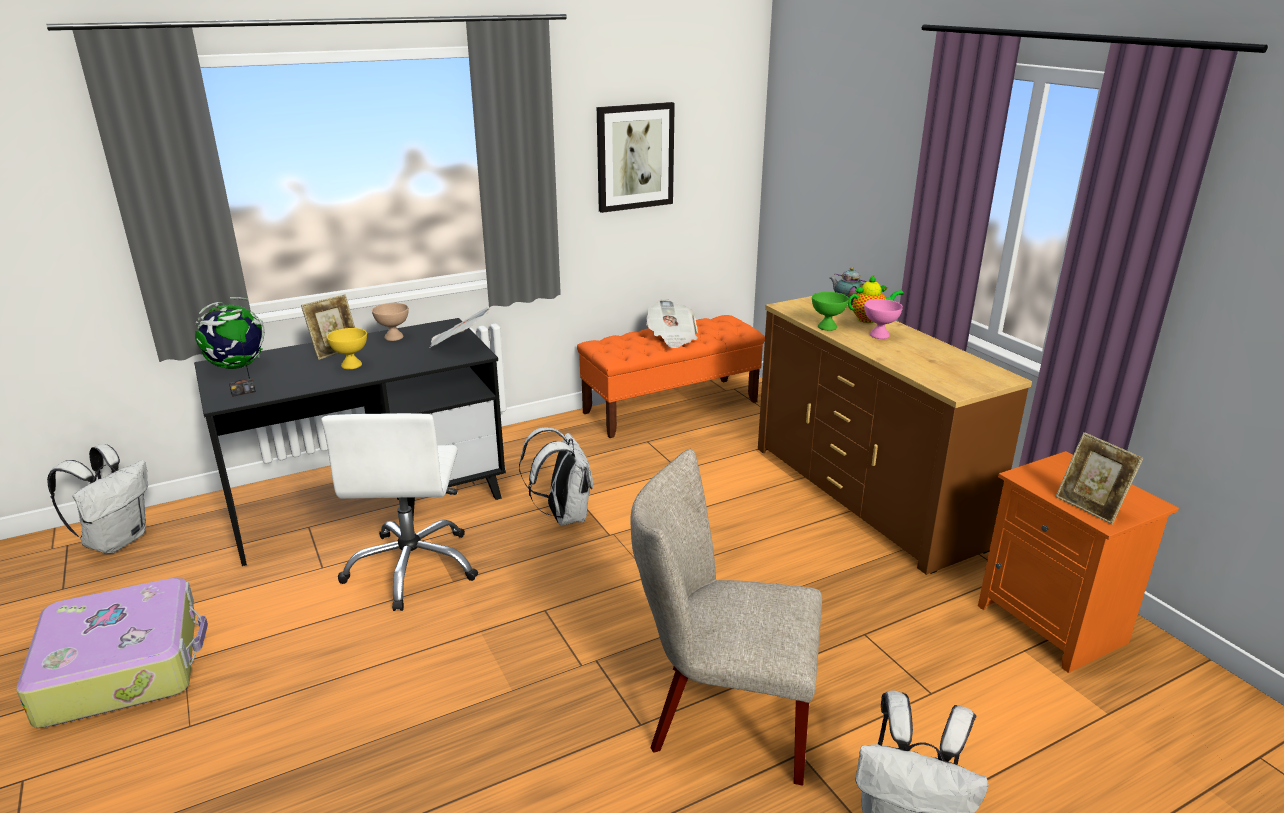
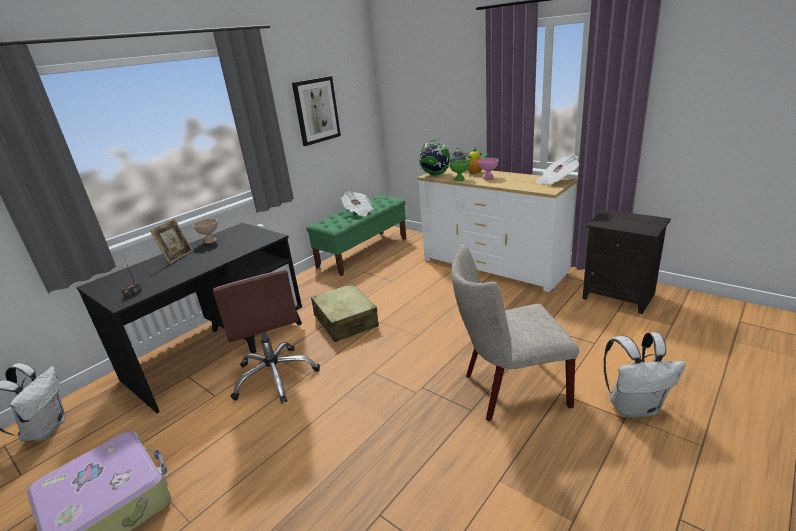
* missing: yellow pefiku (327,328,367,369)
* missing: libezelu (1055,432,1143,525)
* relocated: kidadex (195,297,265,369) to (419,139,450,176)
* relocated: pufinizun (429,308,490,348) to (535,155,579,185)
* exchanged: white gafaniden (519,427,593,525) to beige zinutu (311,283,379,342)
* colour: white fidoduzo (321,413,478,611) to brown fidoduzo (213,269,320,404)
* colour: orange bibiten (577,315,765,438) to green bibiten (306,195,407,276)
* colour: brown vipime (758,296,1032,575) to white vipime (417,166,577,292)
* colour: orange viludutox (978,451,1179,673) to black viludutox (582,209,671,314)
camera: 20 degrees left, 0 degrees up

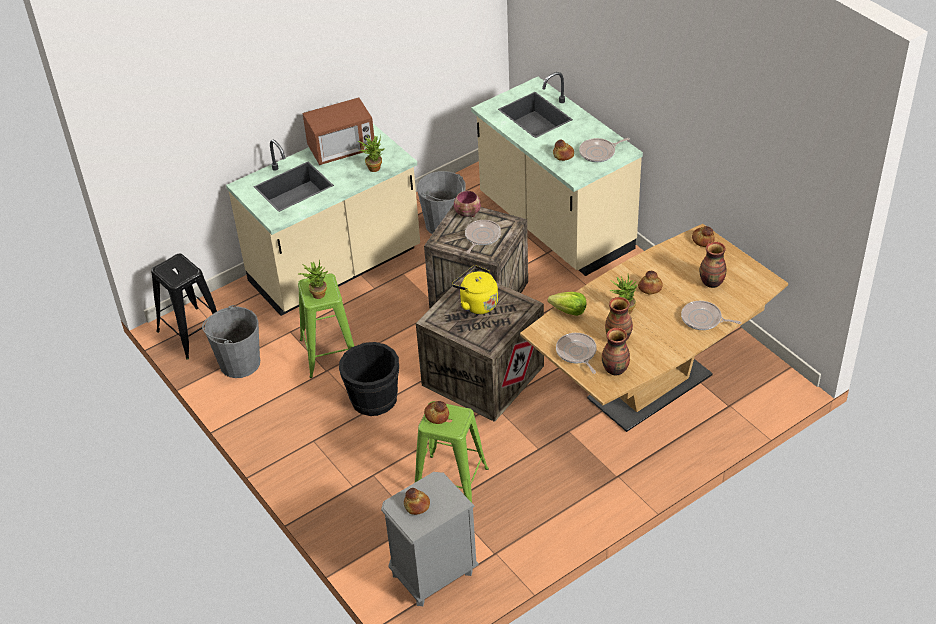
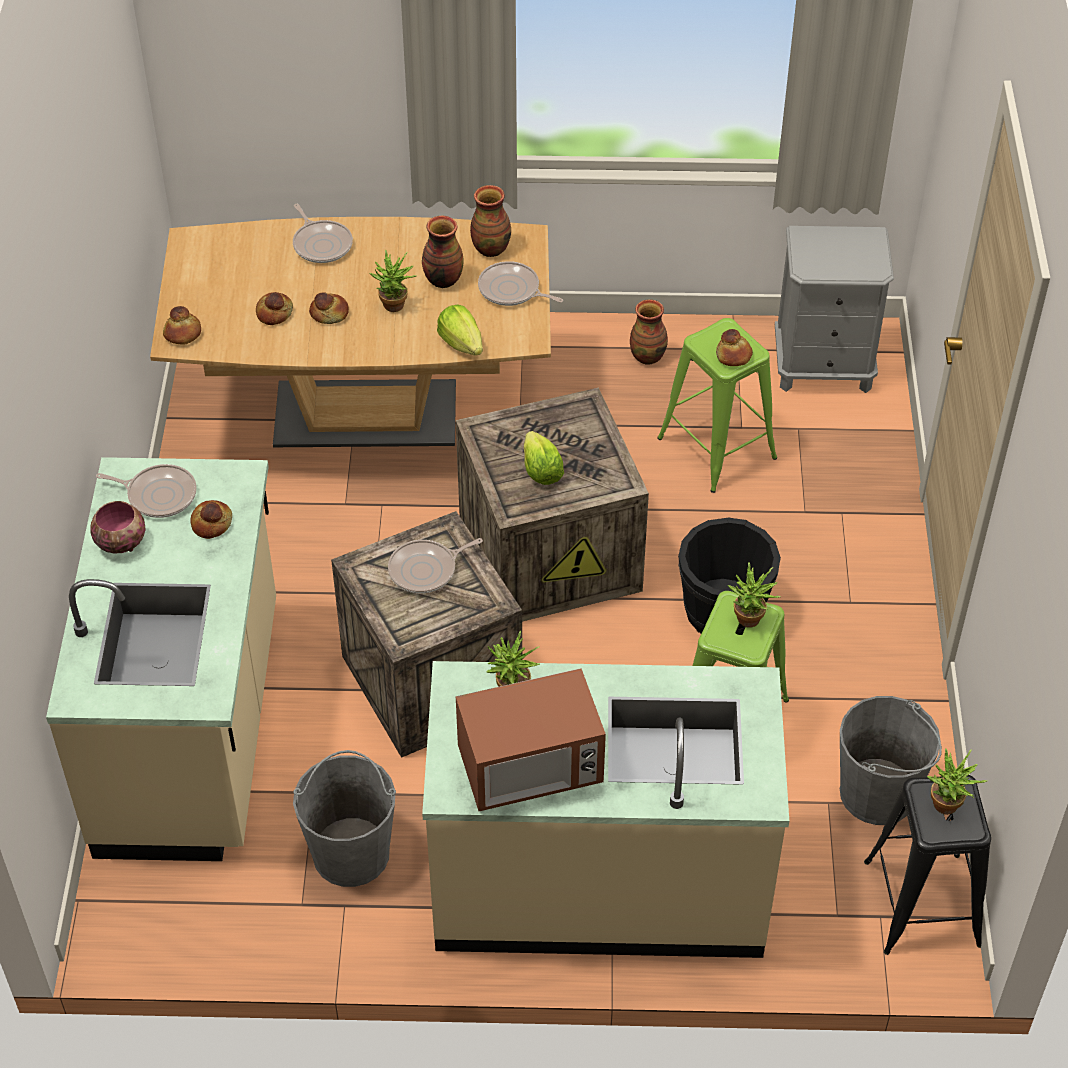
* appeared: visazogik (927,748,987,815)
* relocated: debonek (404,488,430,515) to (256,292,293,325)
* relocated: pefiku (454,191,481,217) to (90,501,146,553)
* relocated: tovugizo (700,242,726,288) to (630,299,668,365)
* exchanged: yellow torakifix (452,265,498,314) to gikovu (524,431,564,485)
* spun: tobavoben (303,97,374,165) = (456,668,606,811) 150 degrees clockwise
* spun: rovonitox (556,333,597,374) = (478,261,563,306) 105 degrees clockwise
camera: 145 degrees left, 5 degrees up

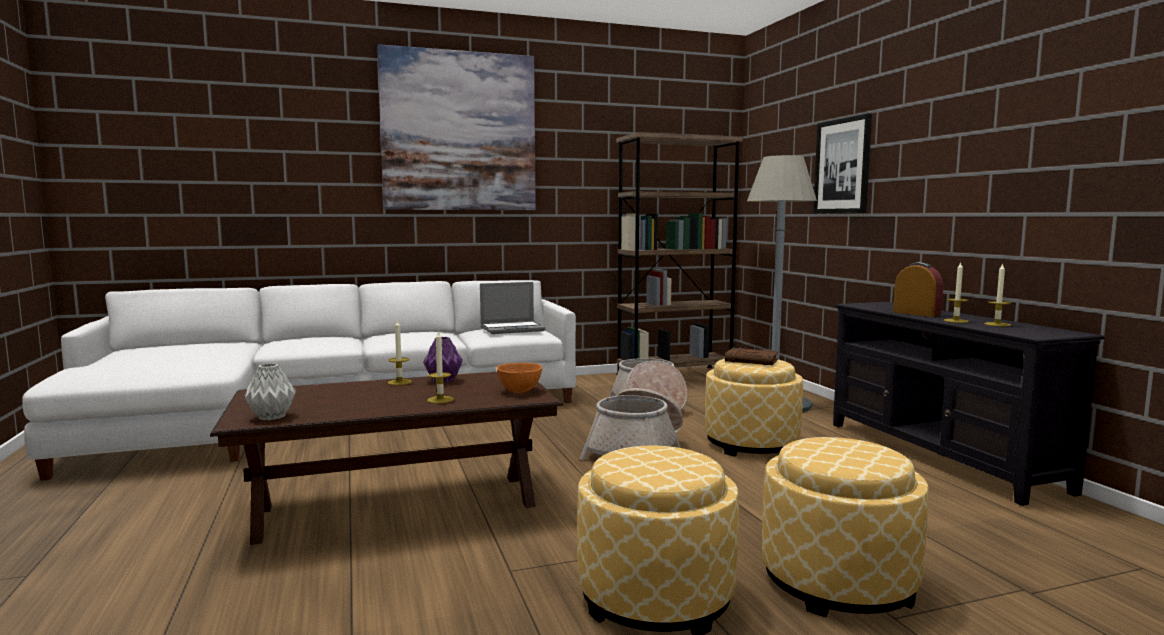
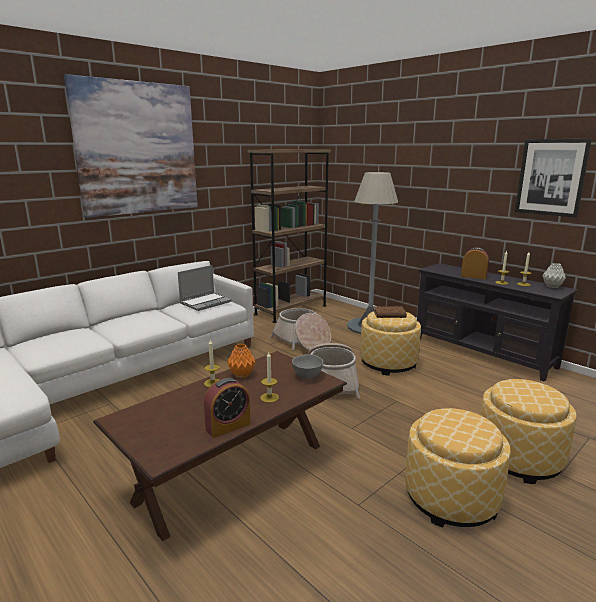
* appeared: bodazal (204,378,251,438)
* relocated: grey tovugizo (244,363,296,420) to (543,263,566,288)
* relocated: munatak (813,113,872,213) to (515,139,592,218)
* colour: purple tovugizo (423,337,463,383) to orange tovugizo (227,344,256,378)
* colour: orange pefiku (497,363,542,393) to grey pefiku (292,354,323,379)
camera: 25 degrees left, 10 degrees up

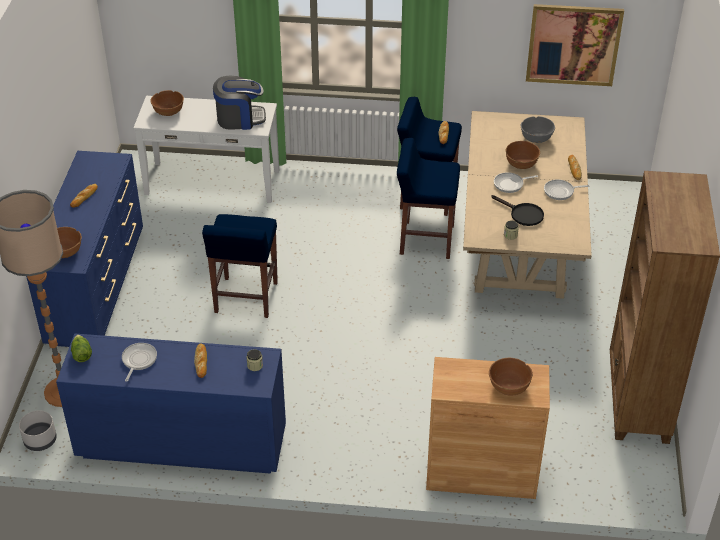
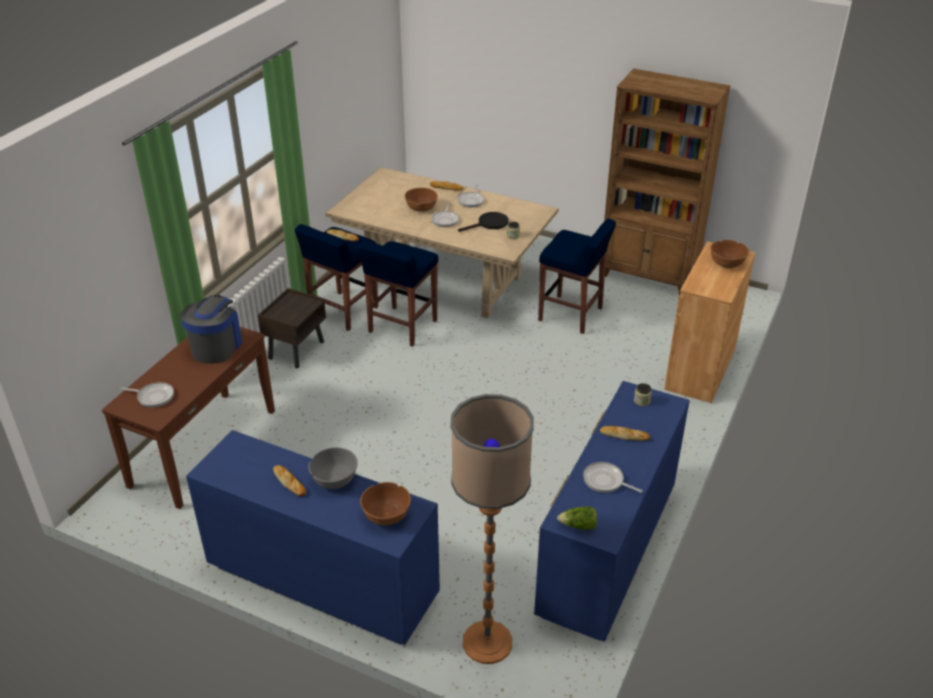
* missing: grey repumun (19,410,57,451)
* missing: munatak (526,4,624,86)
* appeared: brown viludutox (258,288,326,368)
* relocated: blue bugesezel (202,214,278,318) to (538,218,616,334)
* relocated: grey pefiku (521,116,555,143) to (308,447,358,489)
* exchanged: brown pefiku (150,90,184,116) to rovonitox (120,382,174,408)
* colour: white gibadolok (133,96,279,203) to brown gibadolok (102,327,275,509)
camera: 70 degrees left, 5 degrees down

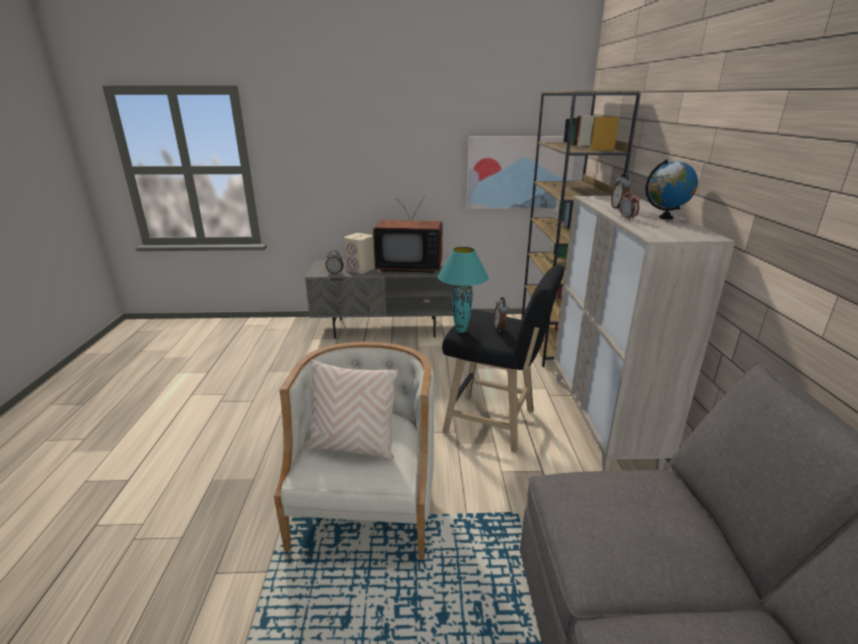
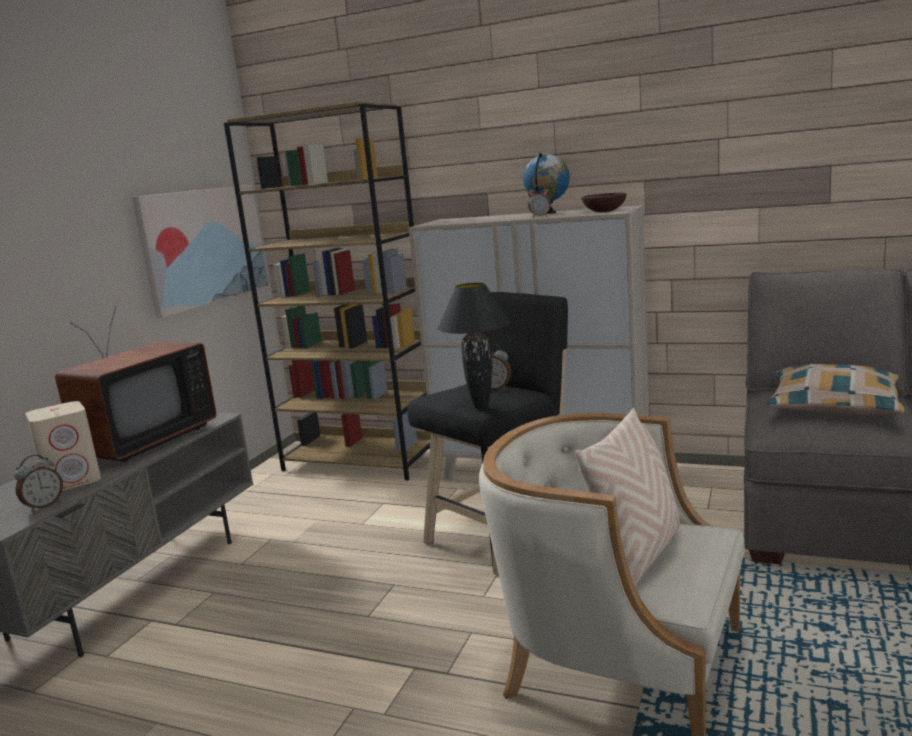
* missing: bodazal (611,173,632,210)
* appeared: brown pefiku (581,193,627,212)
* appeared: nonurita (766,364,905,415)
* colour: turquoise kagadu (438,247,489,333) to black kagadu (438,283,510,409)
camera: 65 degrees left, 10 degrees down

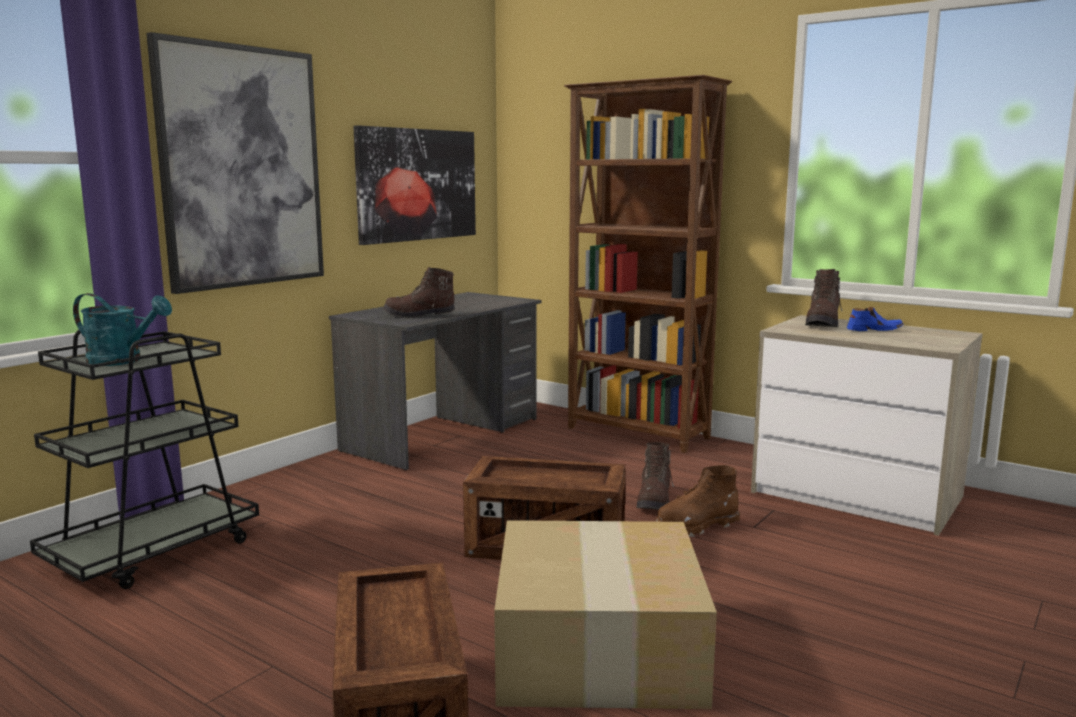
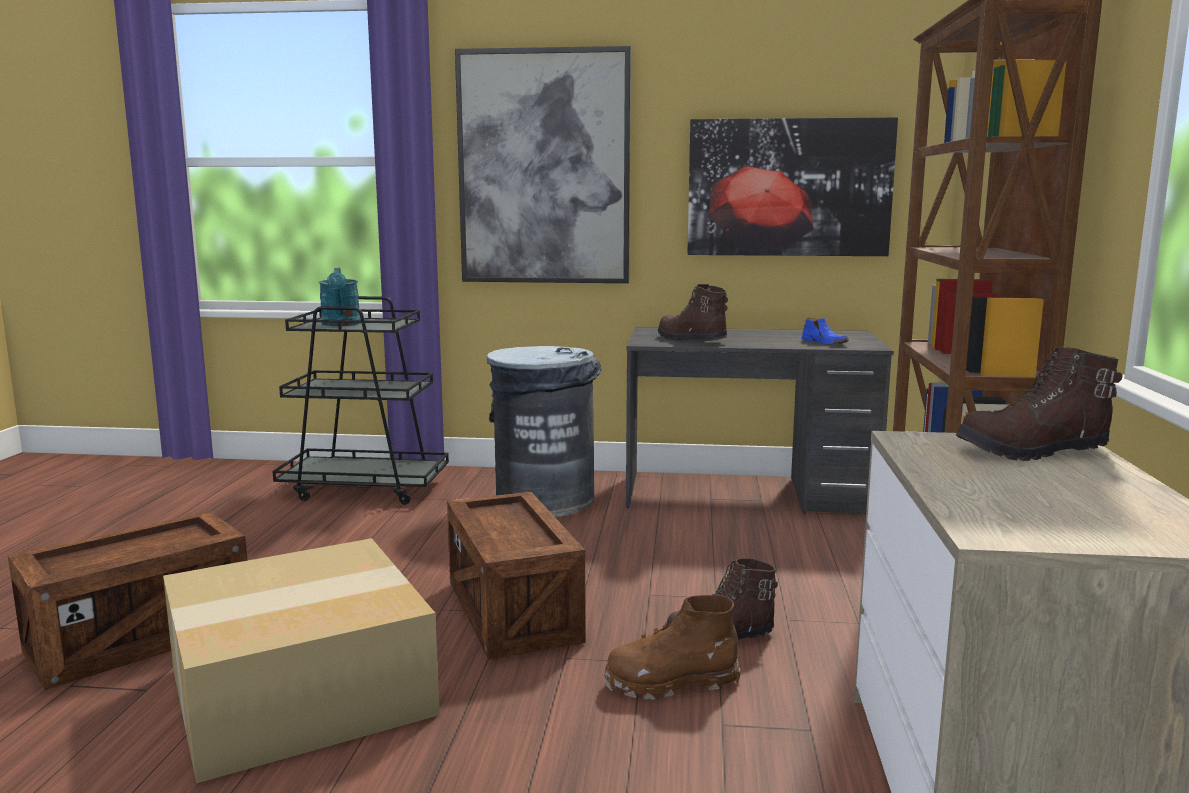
* appeared: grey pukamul (487,346,602,517)
* relocated: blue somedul (847,307,904,331) to (802,318,849,345)
* spun: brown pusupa (655,465,740,537) = (605,595,741,700) 45 degrees counterclockwise
camera: 60 degrees right, 0 degrees up

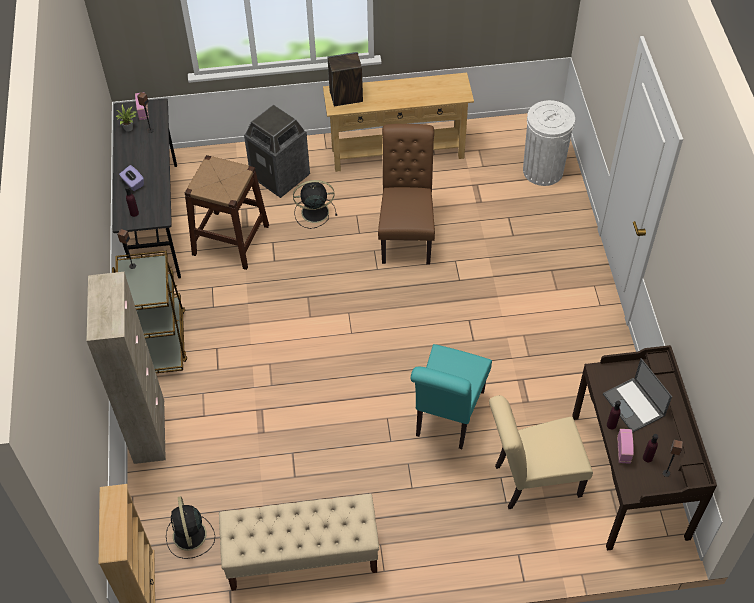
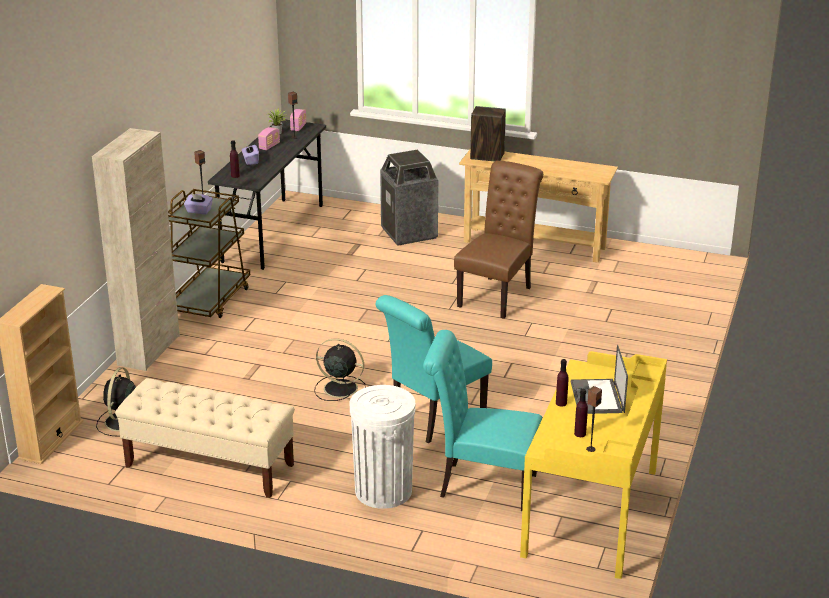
* missing: brown bugesezel (185,155,269,270)
* appeared: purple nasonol (184,194,213,214)
* relocated: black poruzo (293,180,337,229) to (314,338,366,401)
* relocated: white pukamul (523,100,575,186) to (349,385,415,509)
* relocated: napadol (617,429,634,464) to (258,127,280,150)
* colour: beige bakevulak (489,395,593,509) to turquoise bakevulak (423,330,542,511)
* colour: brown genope (572,345,717,551) to yellow genope (520,351,667,579)
camera: 25 degrees right, 25 degrees down

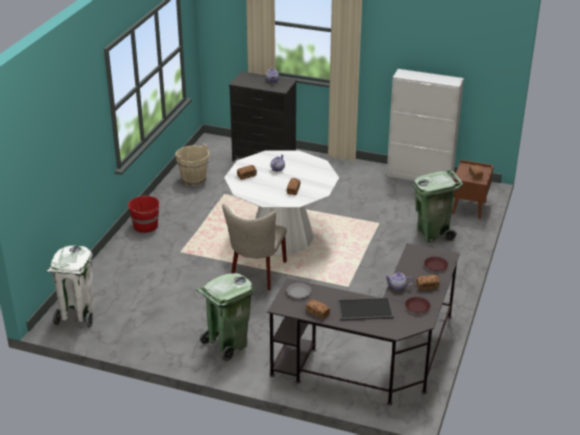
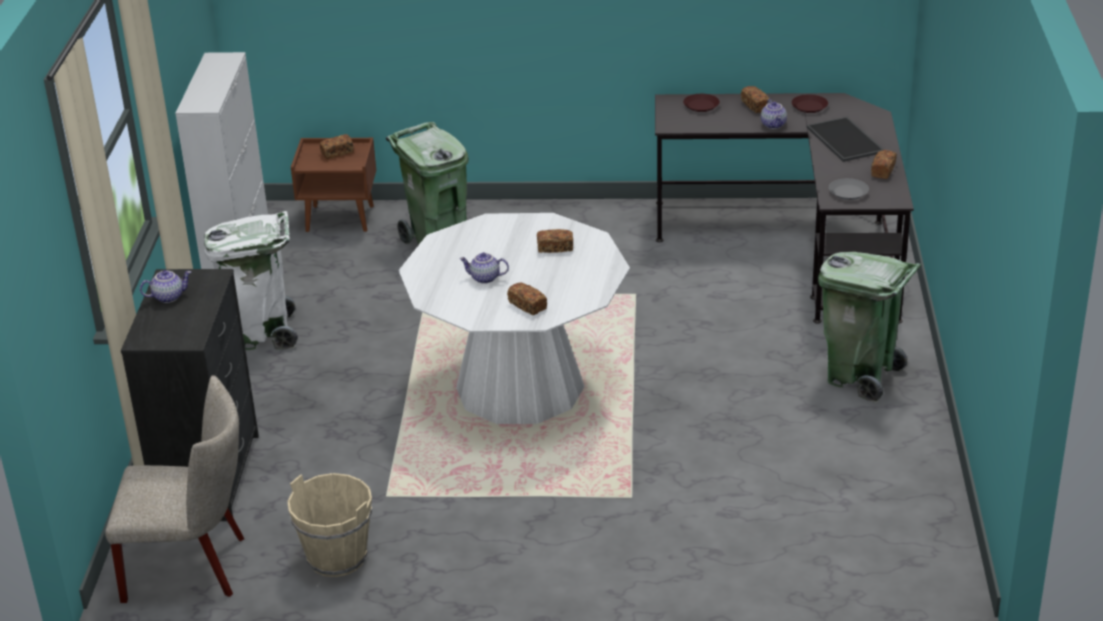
* missing: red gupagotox (128,196,161,233)
* relocated: white pukamul (46,245,95,328) to (204,211,298,350)
* relocated: beige bakevulak (222,204,287,290) to (105,375,244,603)
camera: 105 degrees left, 0 degrees up

